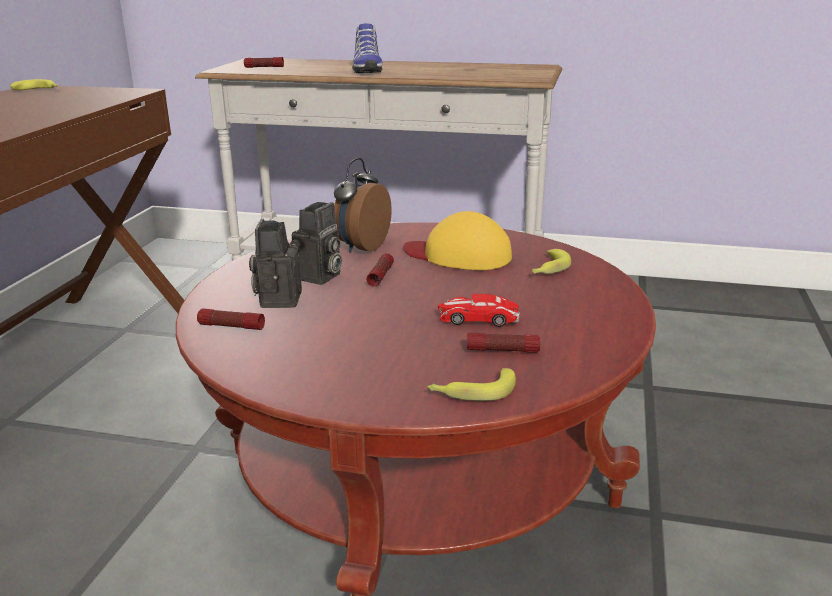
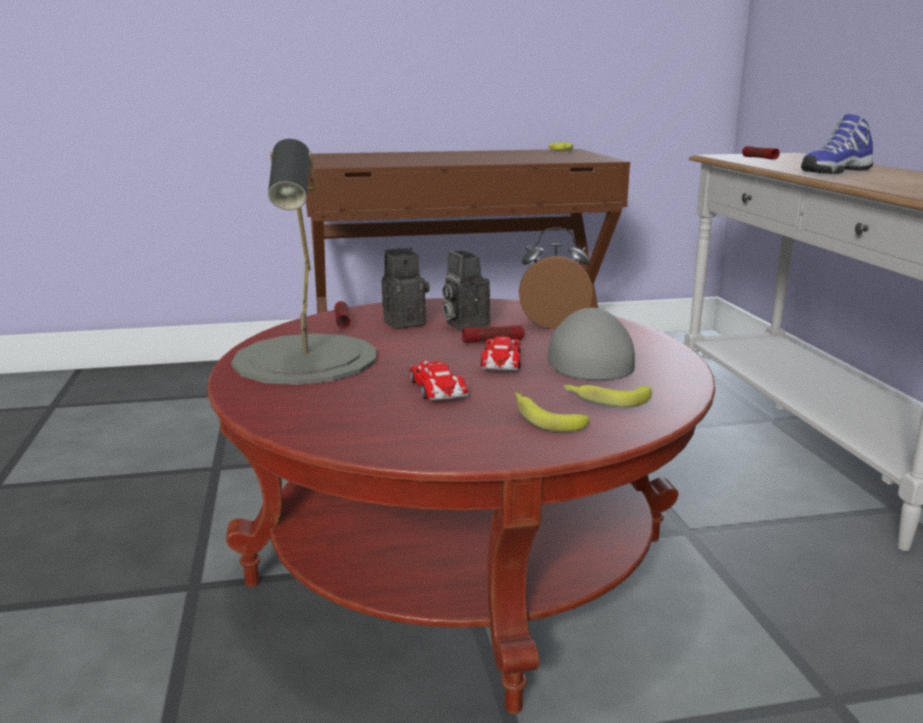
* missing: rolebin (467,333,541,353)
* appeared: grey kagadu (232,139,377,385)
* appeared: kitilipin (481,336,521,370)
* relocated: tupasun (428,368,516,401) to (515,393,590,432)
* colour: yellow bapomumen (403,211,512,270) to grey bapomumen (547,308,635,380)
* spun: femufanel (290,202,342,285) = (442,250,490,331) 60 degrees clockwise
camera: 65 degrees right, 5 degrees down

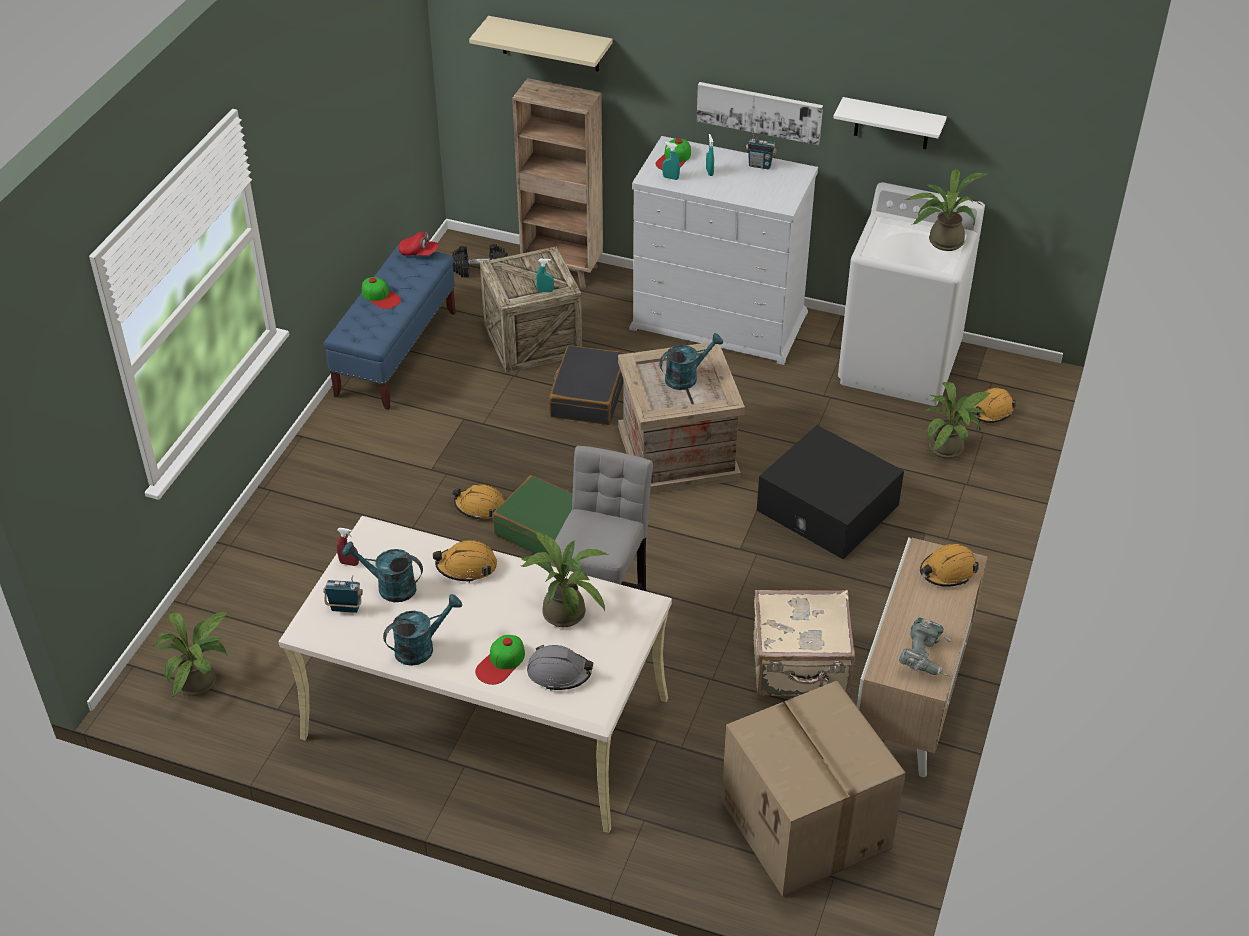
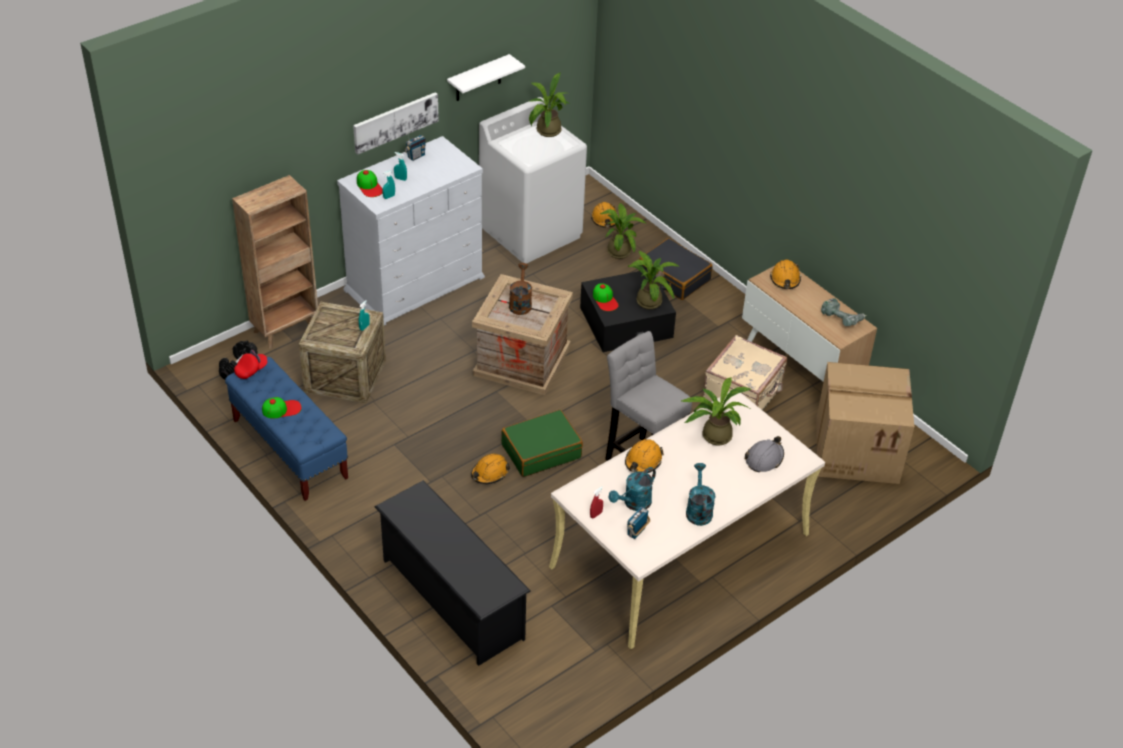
* missing: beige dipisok (469,16,612,72)
* appeared: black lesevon (375,480,531,666)
* relocated: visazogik (153,612,228,697) to (628,251,680,309)
* relocated: bapomumen (475,635,525,685) to (593,283,619,311)
* relocated: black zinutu (549,345,626,425) to (639,238,713,300)
* colour: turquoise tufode (659,333,723,390) to brown tufode (509,263,532,315)
camera: 60 degrees left, 0 degrees up

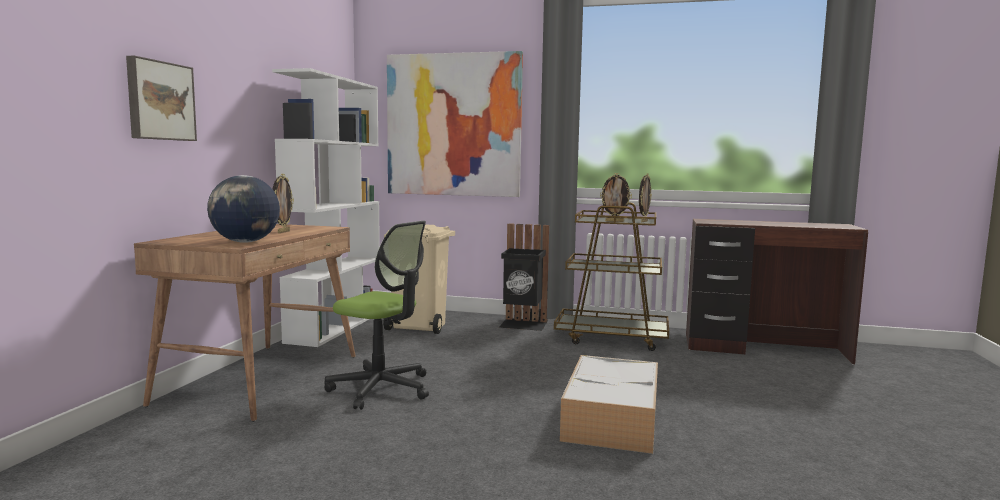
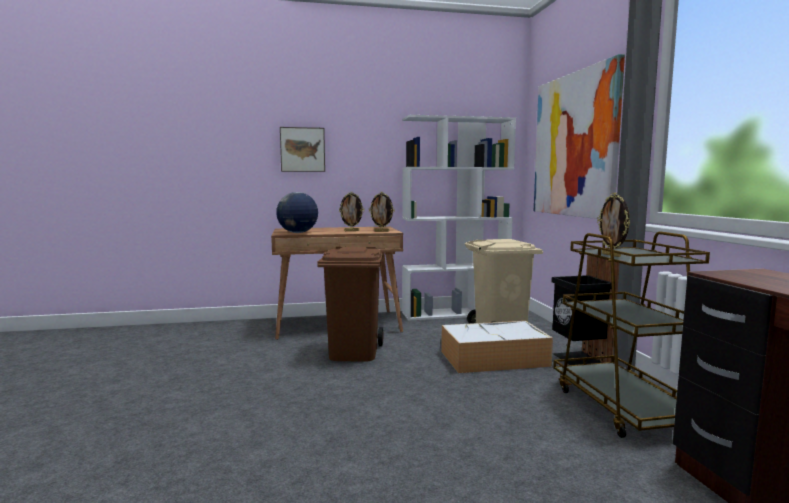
* relocated: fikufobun (560,355,658,454) to (441,321,553,373)
* relocated: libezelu (639,173,652,222) to (369,192,394,232)
* exchanged: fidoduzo (324,221,429,410) to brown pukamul (317,247,383,362)
camera: 65 degrees right, 0 degrees up

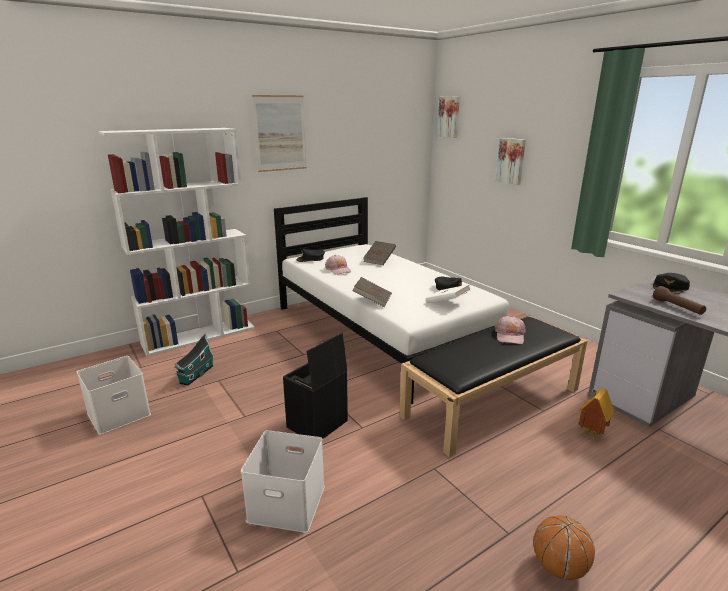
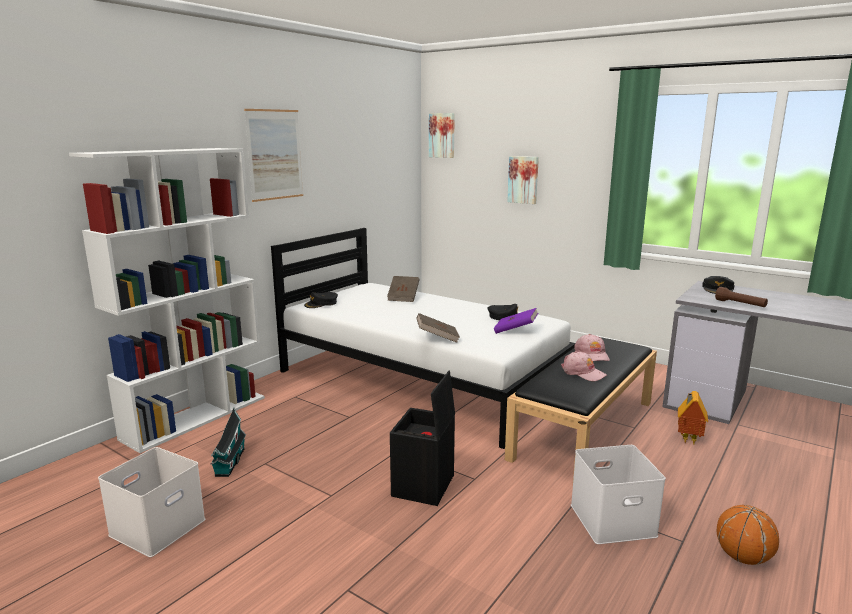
* relocated: white fikufobun (241,430,325,533) to (571,445,666,544)
* relocated: pink bapomumen (325,255,351,275) to (561,351,607,381)
* colour: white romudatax (426,284,471,303) to purple romudatax (494,308,538,334)
camera: 20 degrees left, 5 degrees down

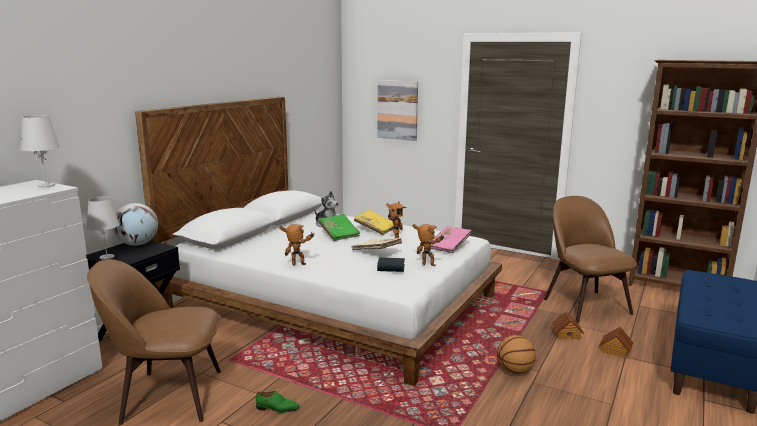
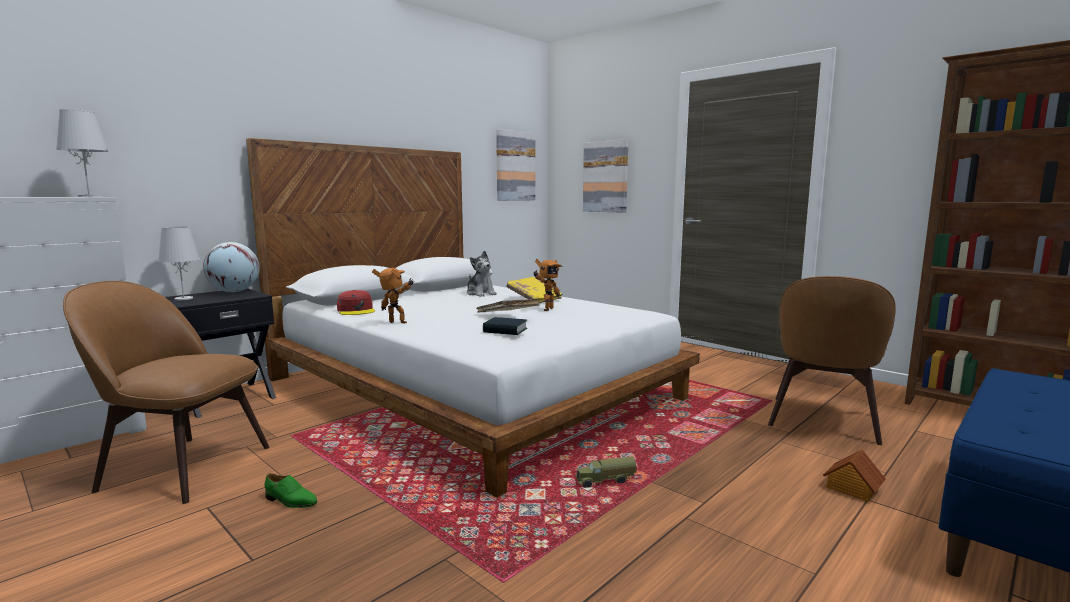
* missing: green romudatax (319,214,360,241)
* missing: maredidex (412,224,444,266)
* missing: pink romudatax (430,226,472,253)
* missing: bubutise (497,335,536,374)
* missing: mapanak (552,311,584,340)
* appeared: red bapomumen (337,290,375,315)
* appeared: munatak (496,129,535,201)
* appeared: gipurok (575,456,637,488)
* spun: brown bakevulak (544,196,637,323) = (768,276,896,445) 150 degrees counterclockwise
camera: 15 degrees right, 5 degrees down

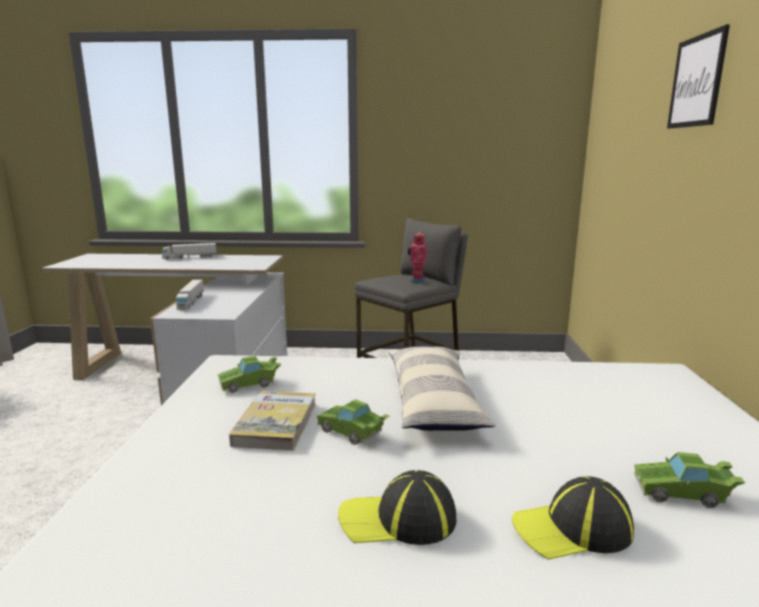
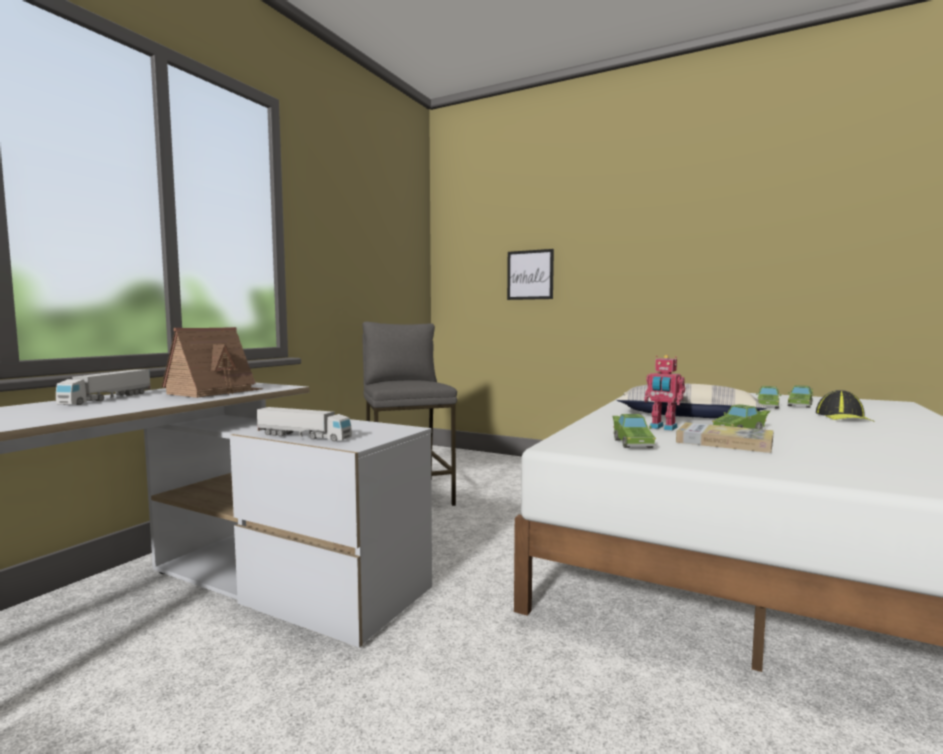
* missing: bapomumen (338,470,457,545)
* appeared: mapanak (161,327,263,398)
* appeared: green kitilipin (756,386,781,409)
* relocated: maredidex (408,232,427,283) to (644,355,685,431)
* relocated: munatak (667,24,730,129) to (507,249,554,300)
camera: 65 degrees left, 10 degrees down

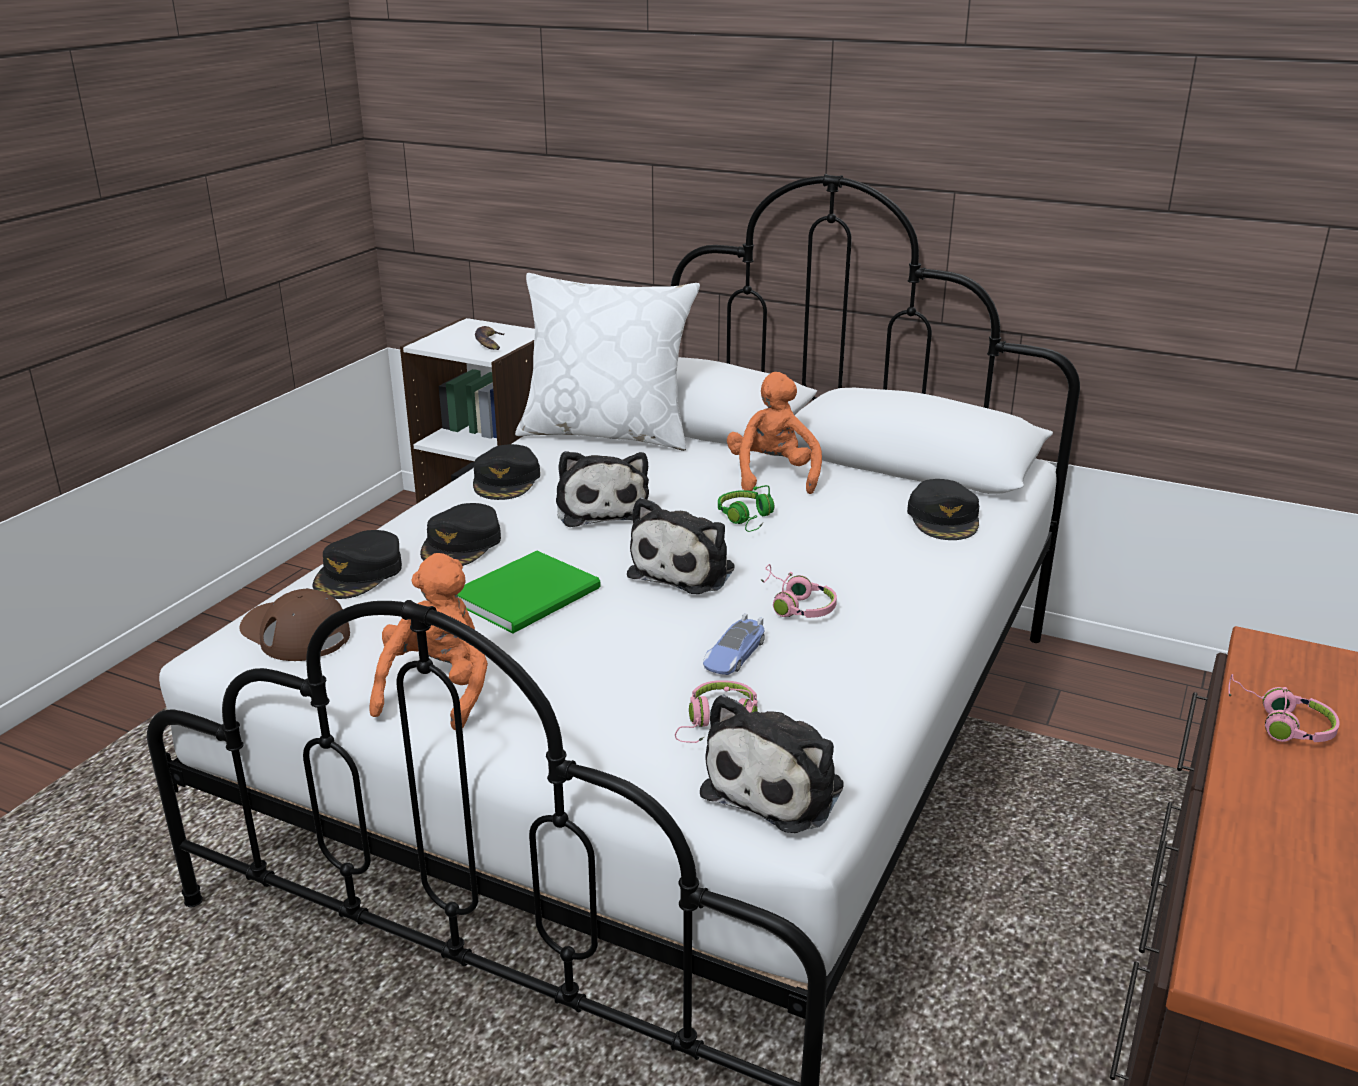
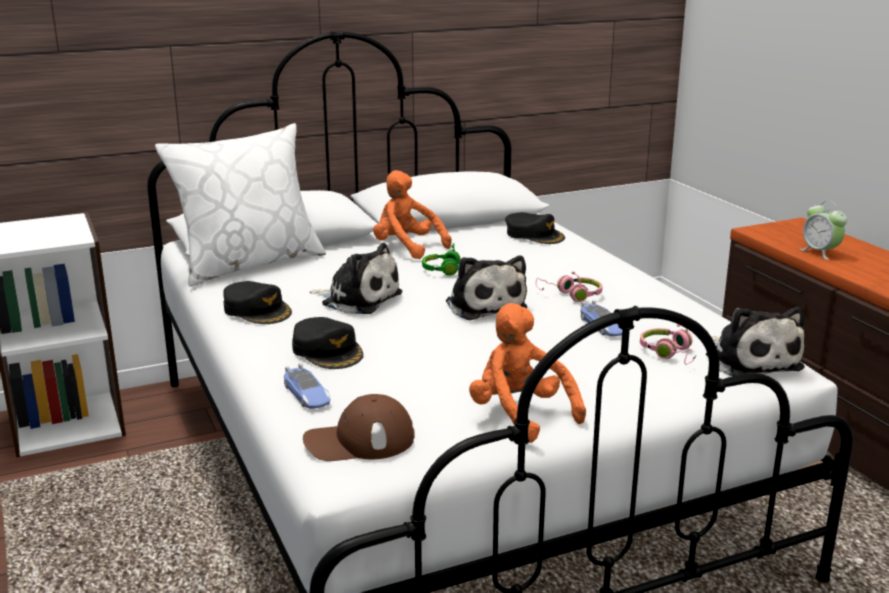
* missing: green romudatax (457,551,601,633)
* missing: tupasun (475,326,505,350)
* exchanged: black bapomumen (313,530,402,599) to kitilipin (284,363,331,409)
* exchanged: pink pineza (1228,674,1340,742) to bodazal (800,201,847,260)
camera: 50 degrees left, 5 degrees down

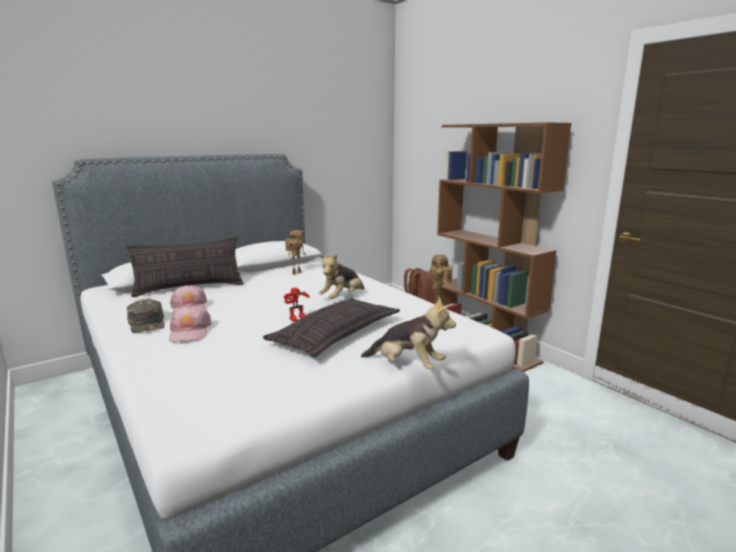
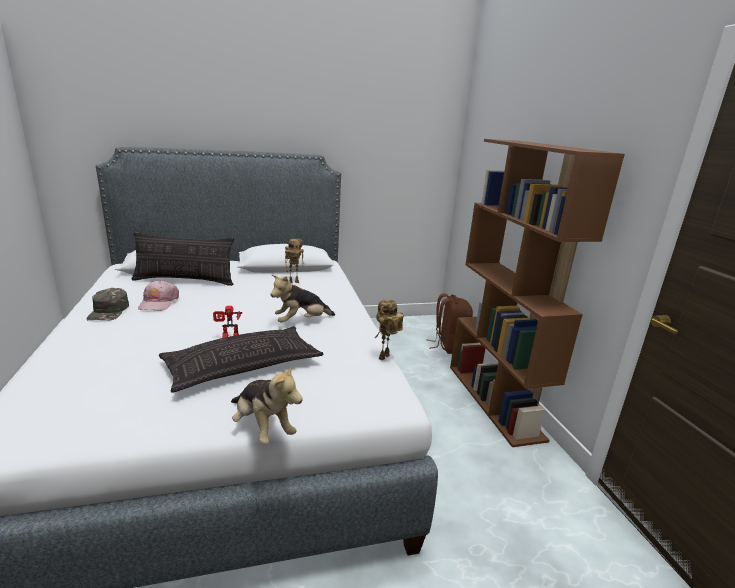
* missing: pink bapomumen (169,305,211,342)
camera: 20 degrees right, 5 degrees up

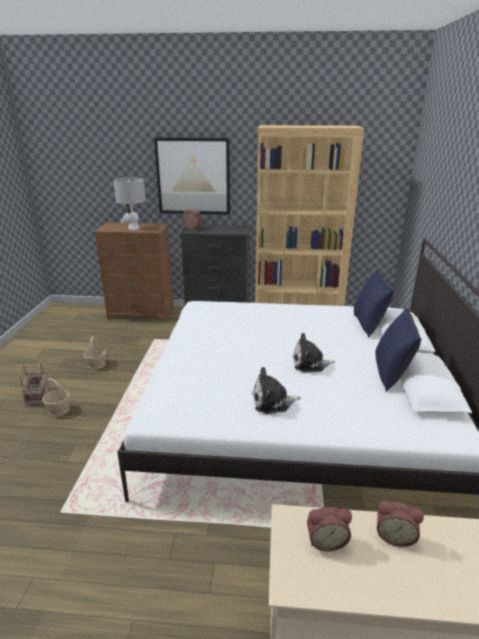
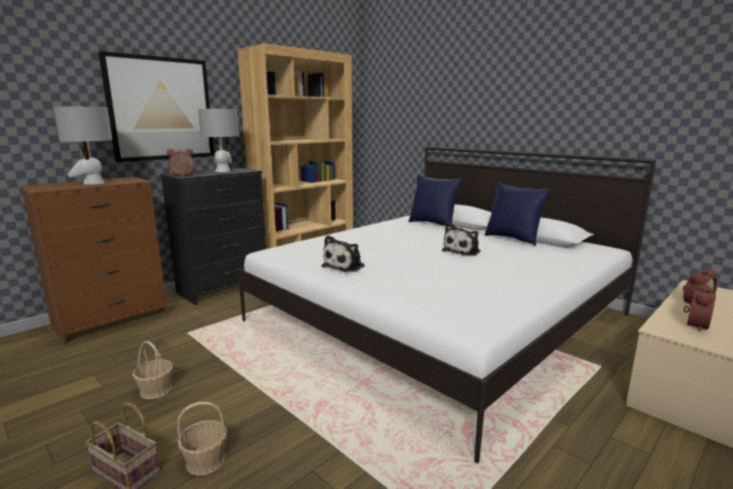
* appeared: grey kagadu (198,108,239,172)
* relocated: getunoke (252,367,301,414) to (321,235,365,272)
camera: 50 degrees left, 10 degrees down

